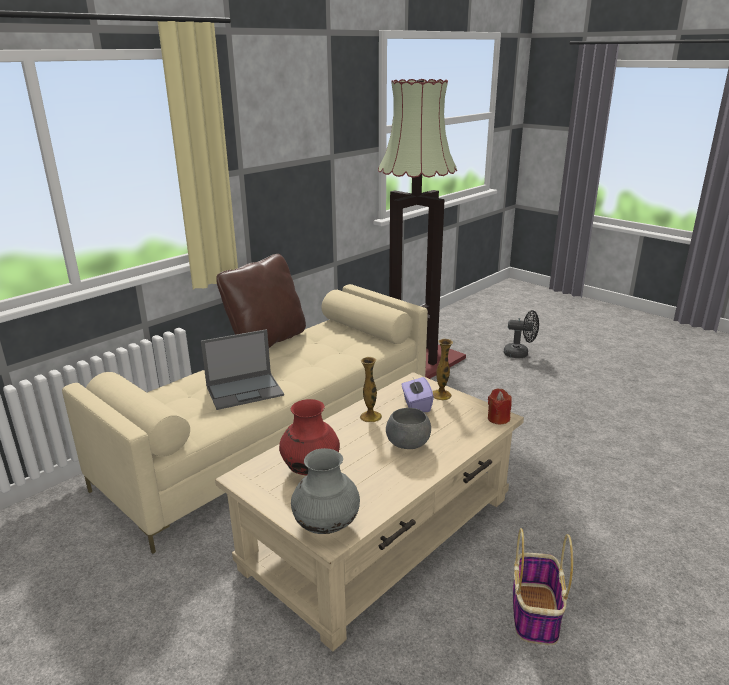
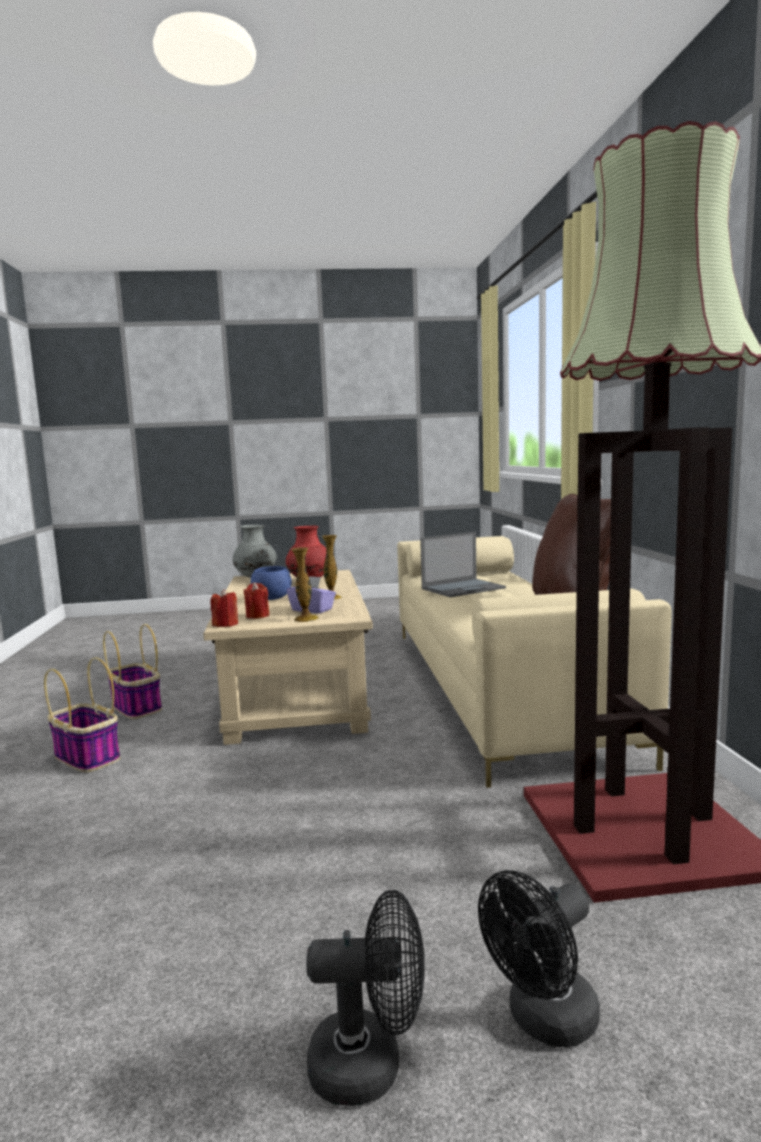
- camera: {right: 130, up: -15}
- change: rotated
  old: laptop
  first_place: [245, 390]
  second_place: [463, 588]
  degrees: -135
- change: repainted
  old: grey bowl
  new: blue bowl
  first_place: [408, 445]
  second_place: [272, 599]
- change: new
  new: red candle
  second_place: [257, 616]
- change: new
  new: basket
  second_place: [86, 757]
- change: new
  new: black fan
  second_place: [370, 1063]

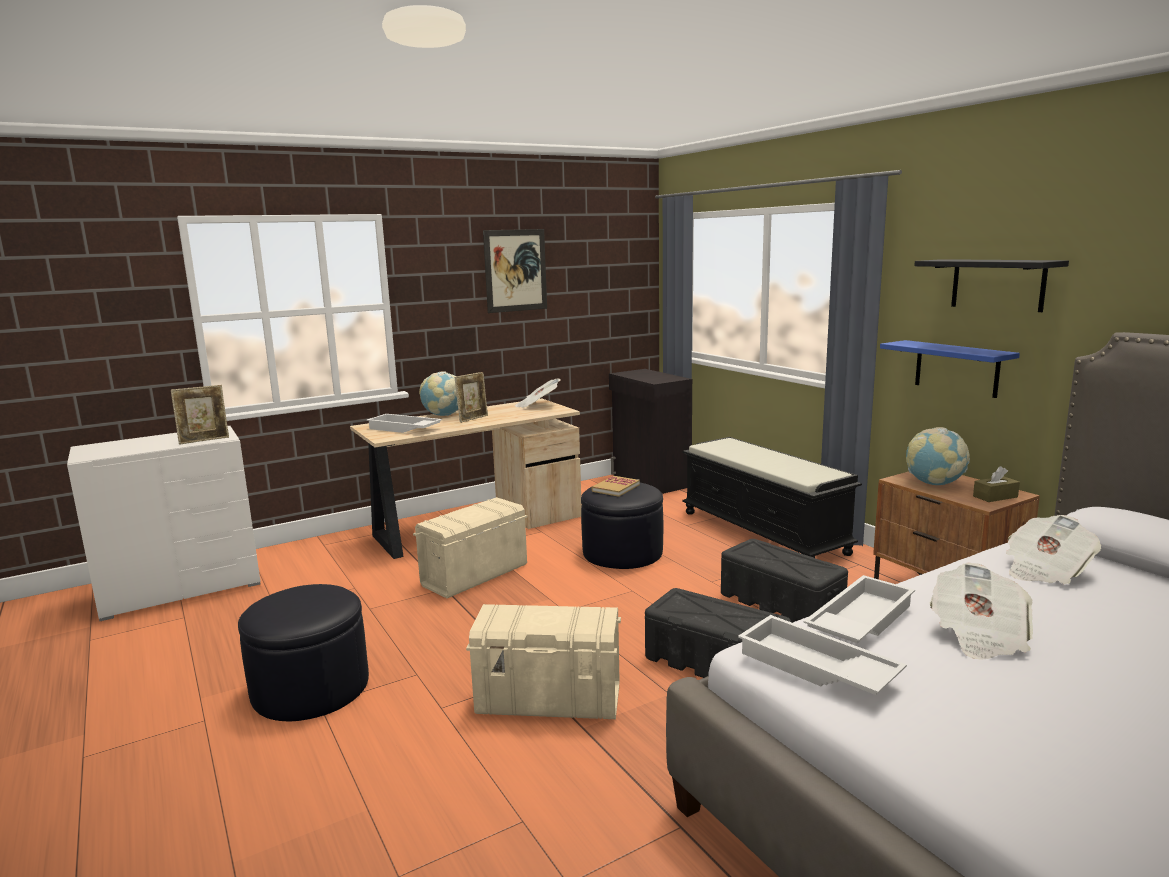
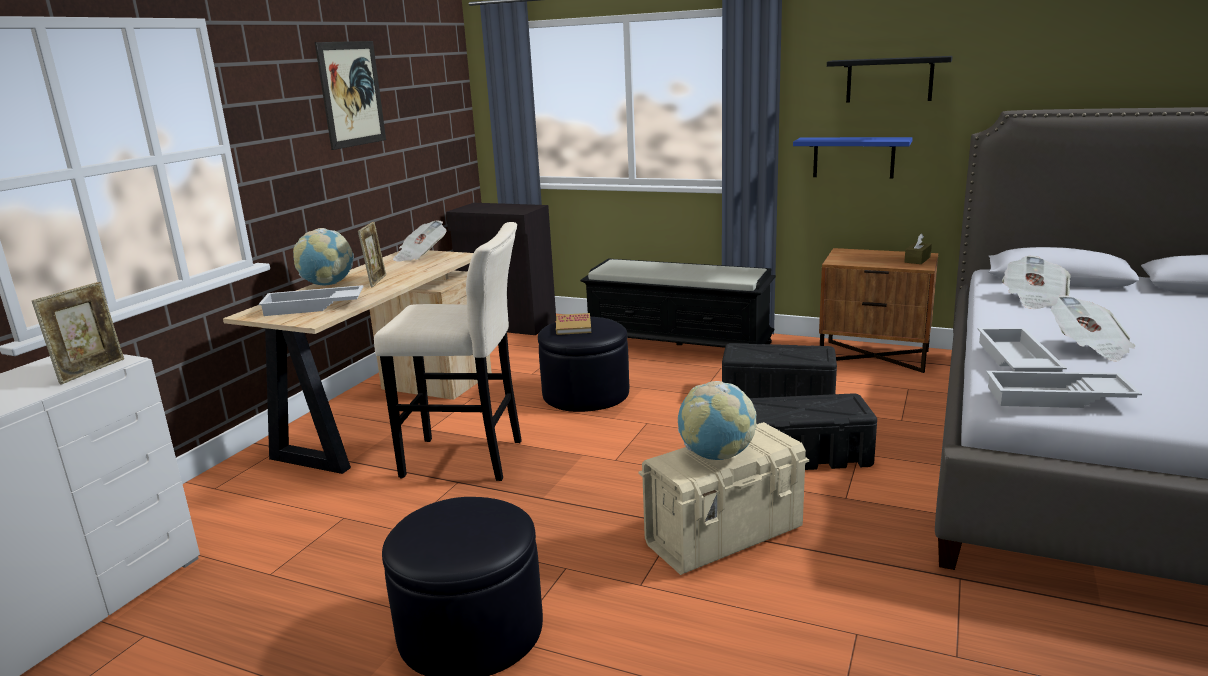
- camera: {right: -35, up: 5}
- change: shifted
  old: globe
  first_place: [934, 484]
  second_place: [716, 455]
- change: swapped
  old: beige storage box
  new: beige stool
  first_place: [474, 575]
  second_place: [469, 459]

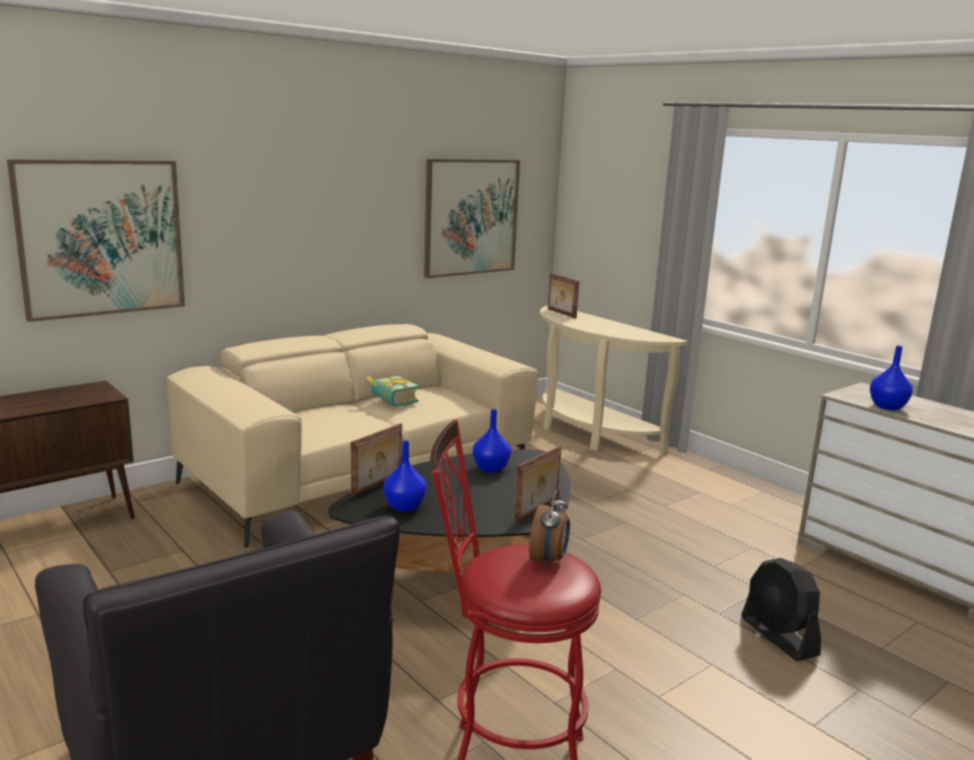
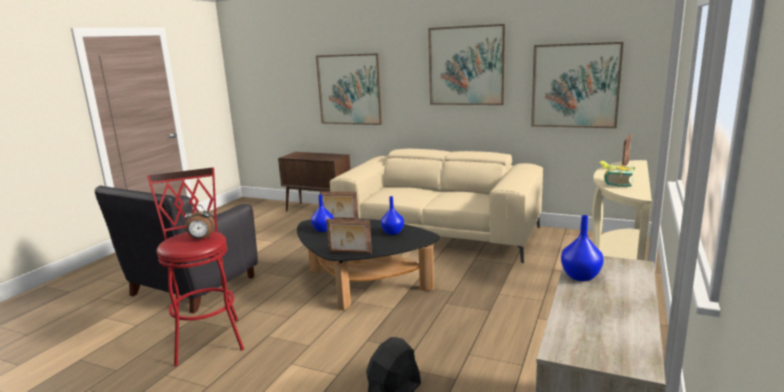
- camera: {right: 65, up: 0}
- change: shifted
  old: book
  first_place: [390, 402]
  second_place: [614, 183]
- change: new
  new: picture
  second_place: [466, 66]

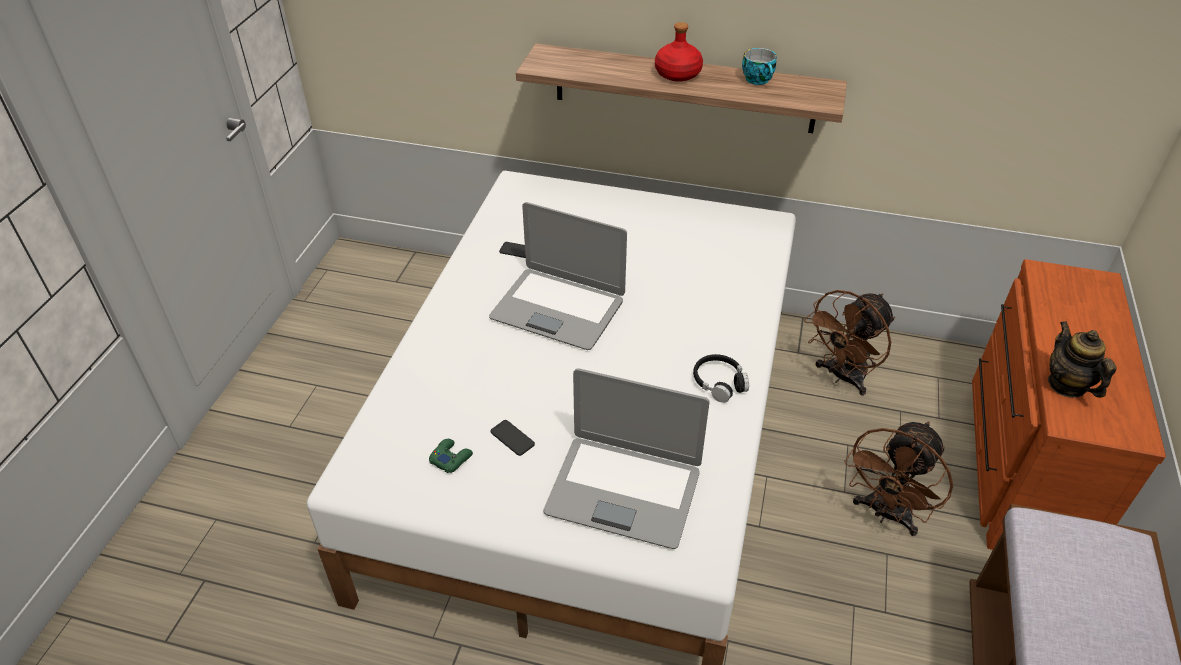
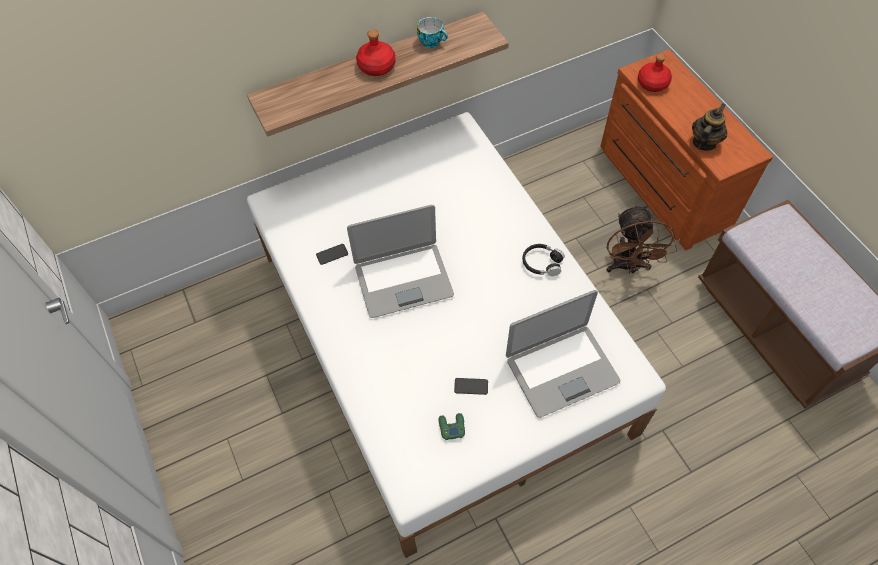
- camera: {right: -40, up: 15}
- change: gone
  old: brown fan
  first_place: [842, 377]
- change: rotated
  old: teapot
  first_place: [1067, 385]
  second_place: [703, 142]
  degrees: 90
- change: new
  new: red bottle
  second_place: [652, 83]

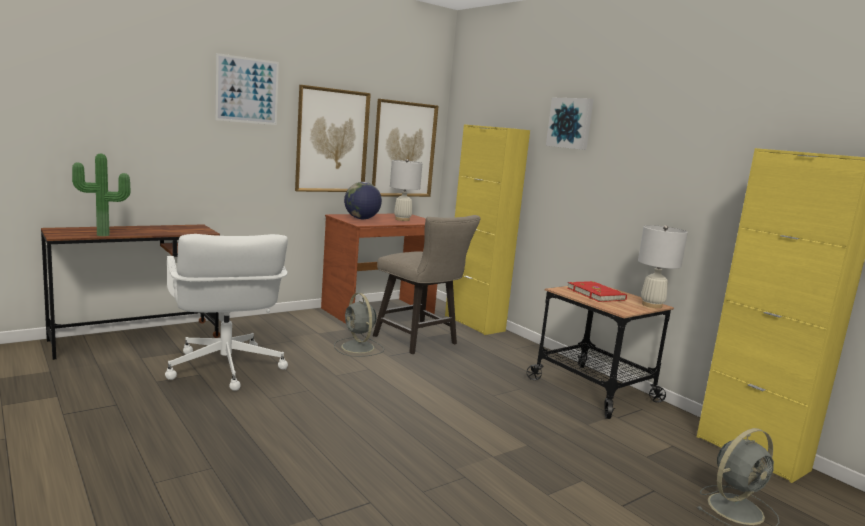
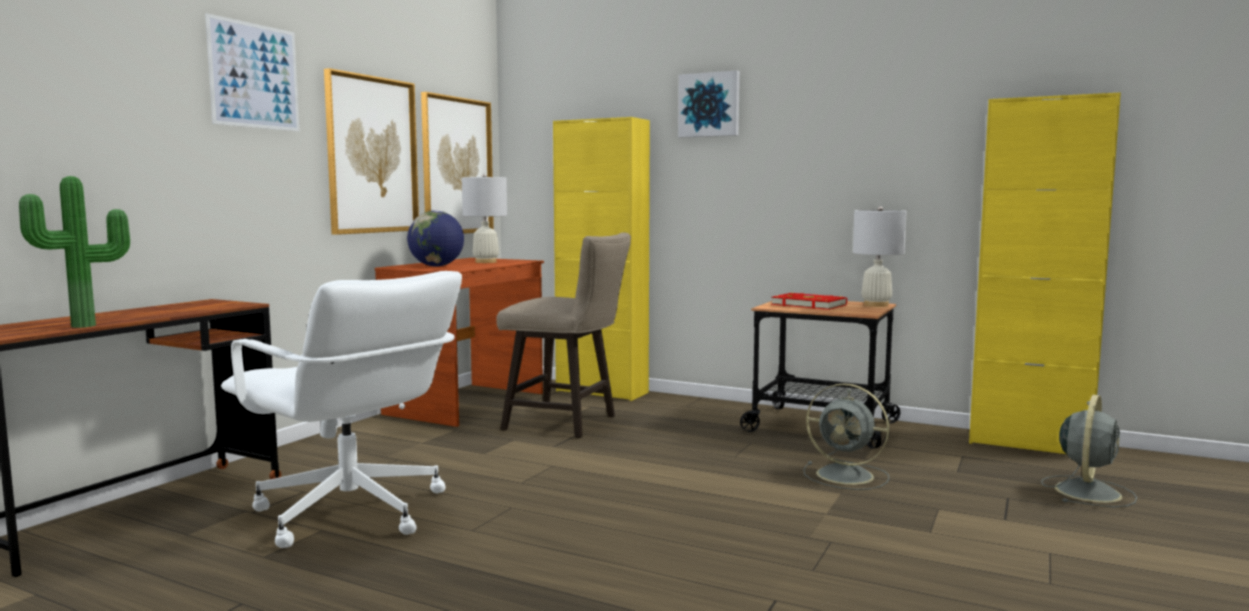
- camera: {right: -25, up: -5}
- change: shifted
  old: grey fan
  first_place: [358, 348]
  second_place: [847, 476]

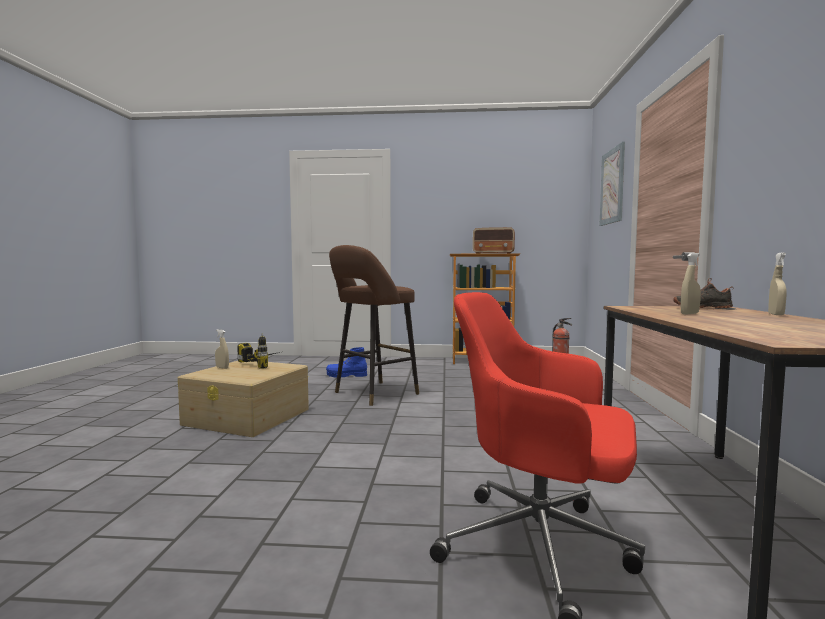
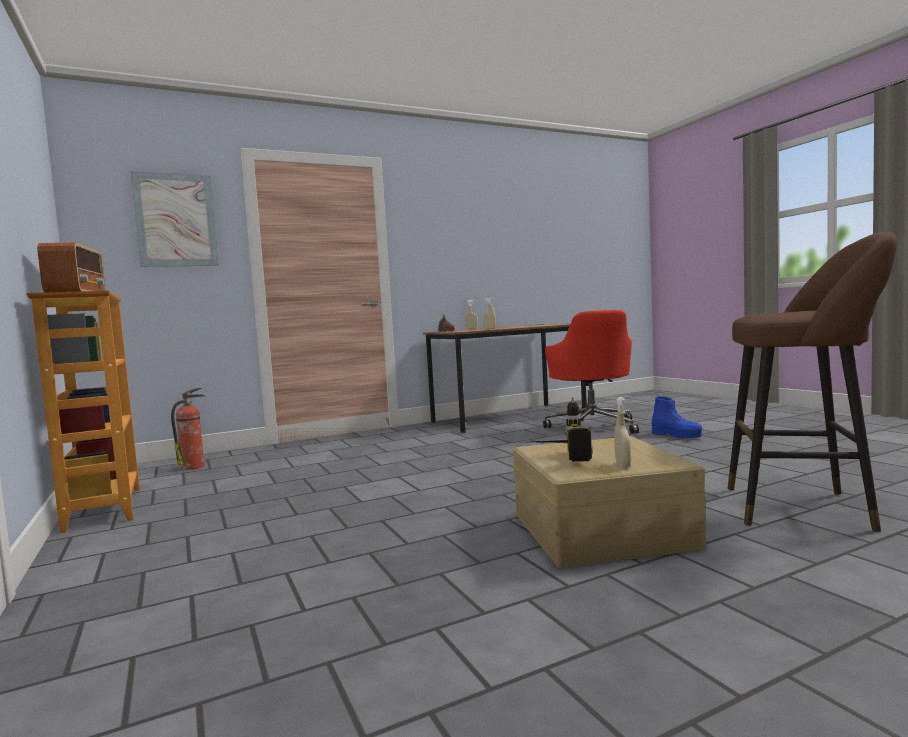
- camera: {right: -120, up: 0}
- change: shifted
  old: brown stool
  first_place: [372, 394]
  second_place: [805, 508]
- change: shifted
  old: blue boot
  first_place: [346, 376]
  second_place: [676, 435]

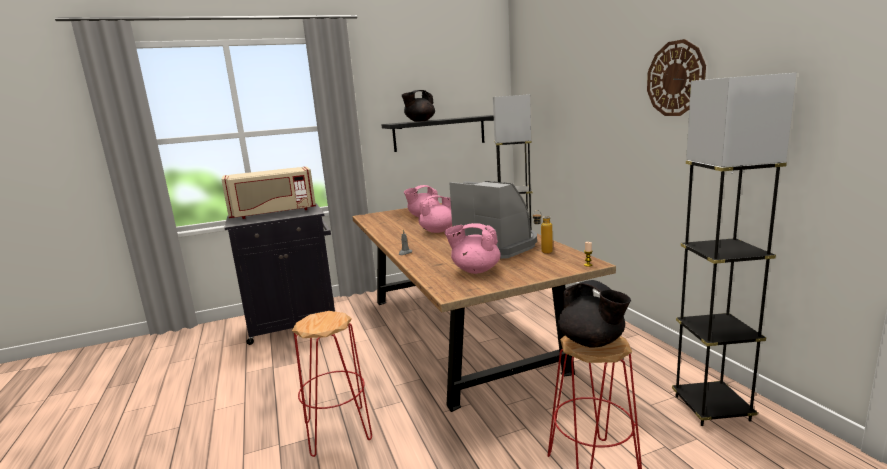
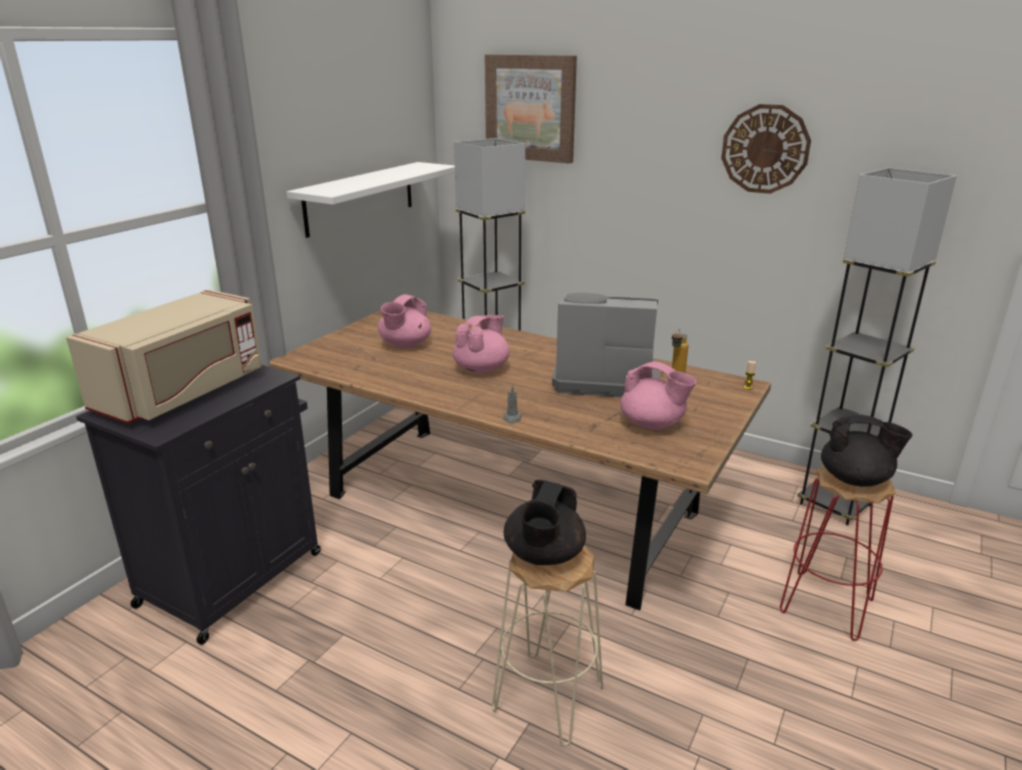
- camera: {right: -40, up: 10}
- change: shifted
  old: black teapot
  first_place: [419, 121]
  second_place: [544, 556]
- change: repainted
  old: black shelf
  new: white shelf
  first_place: [439, 133]
  second_place: [360, 198]
- change: rotated
  old: pink teapot
  first_place: [475, 270]
  second_place: [653, 424]
  degrees: -120
- change: repainted
  old: red stool
  new: beige stool
  first_place: [337, 430]
  second_place: [547, 698]
- change: new
  new: picture
  second_place: [530, 108]

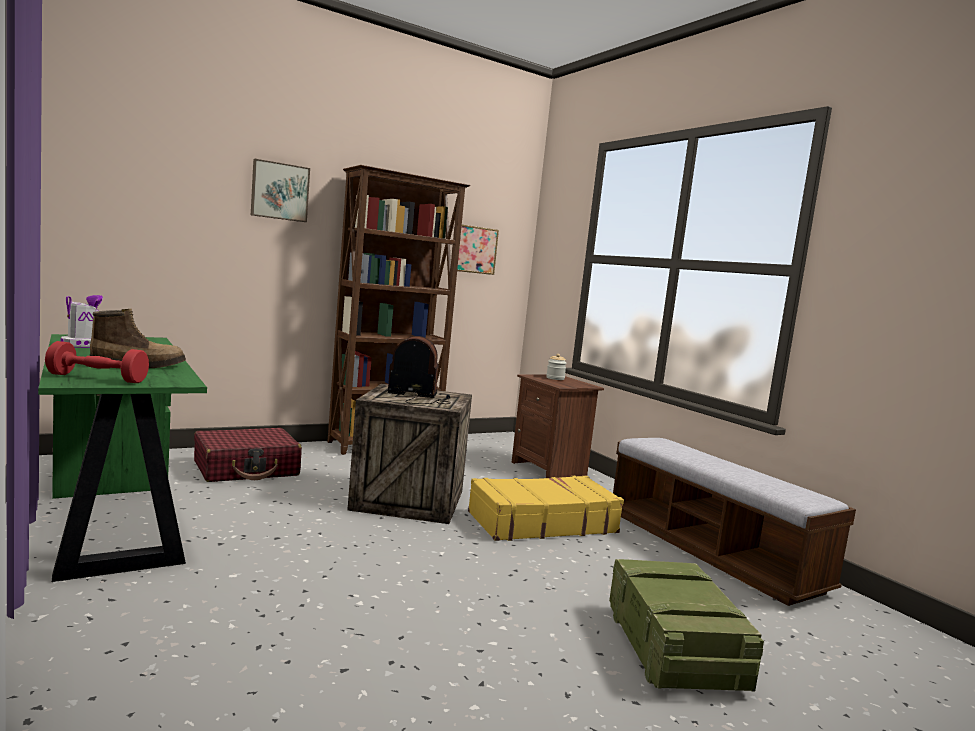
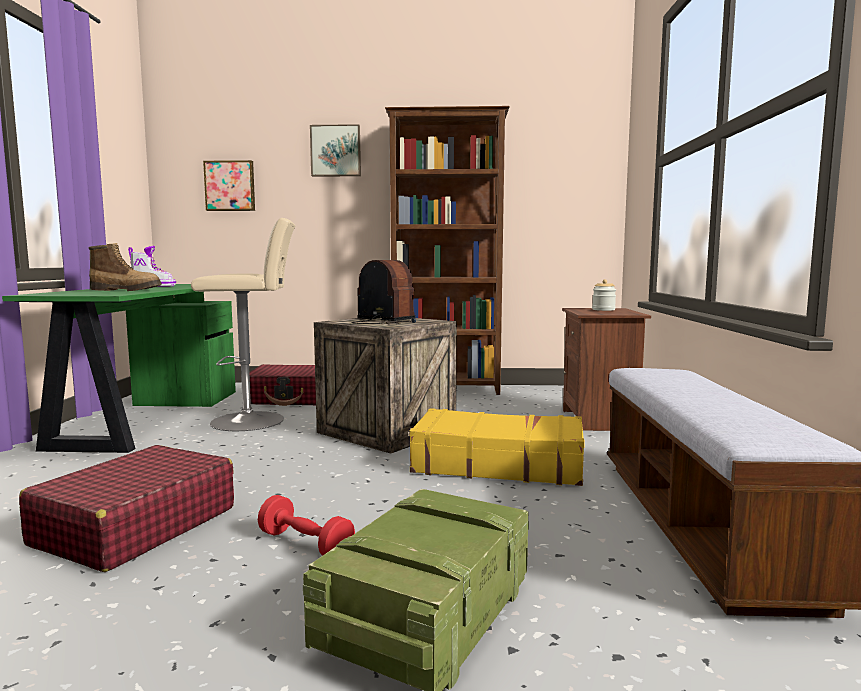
- camera: {right: 35, up: 0}
- change: shifted
  old: picture
  first_place: [474, 250]
  second_place: [230, 186]
- change: shifted
  old: red dumbbell
  first_place: [97, 378]
  second_place: [305, 544]
- change: new
  new: beige stool
  second_place: [253, 420]
- change: new
  new: red suitcase
  second_place: [135, 526]

